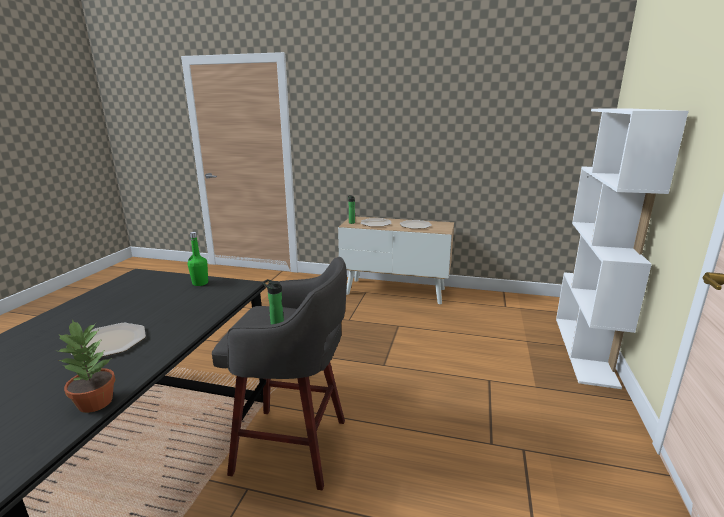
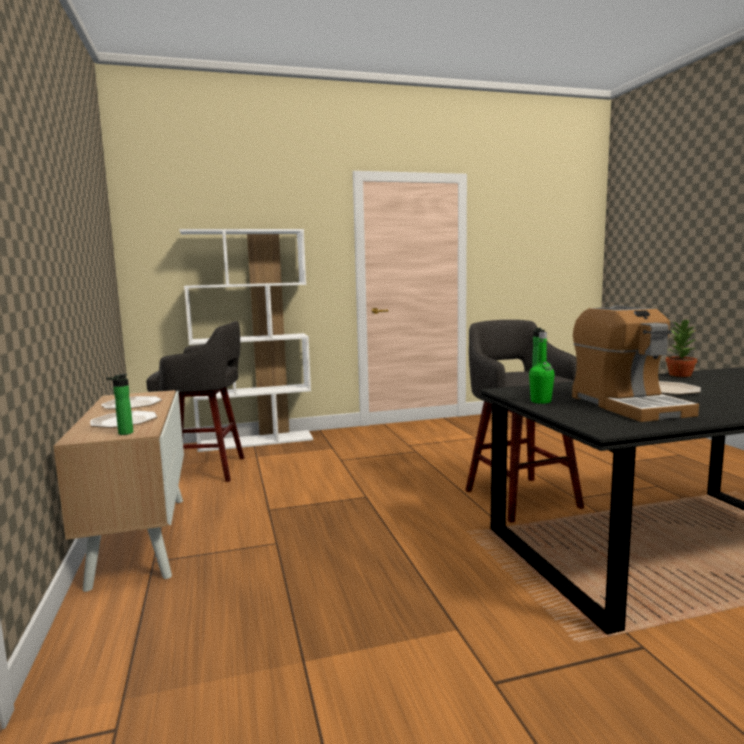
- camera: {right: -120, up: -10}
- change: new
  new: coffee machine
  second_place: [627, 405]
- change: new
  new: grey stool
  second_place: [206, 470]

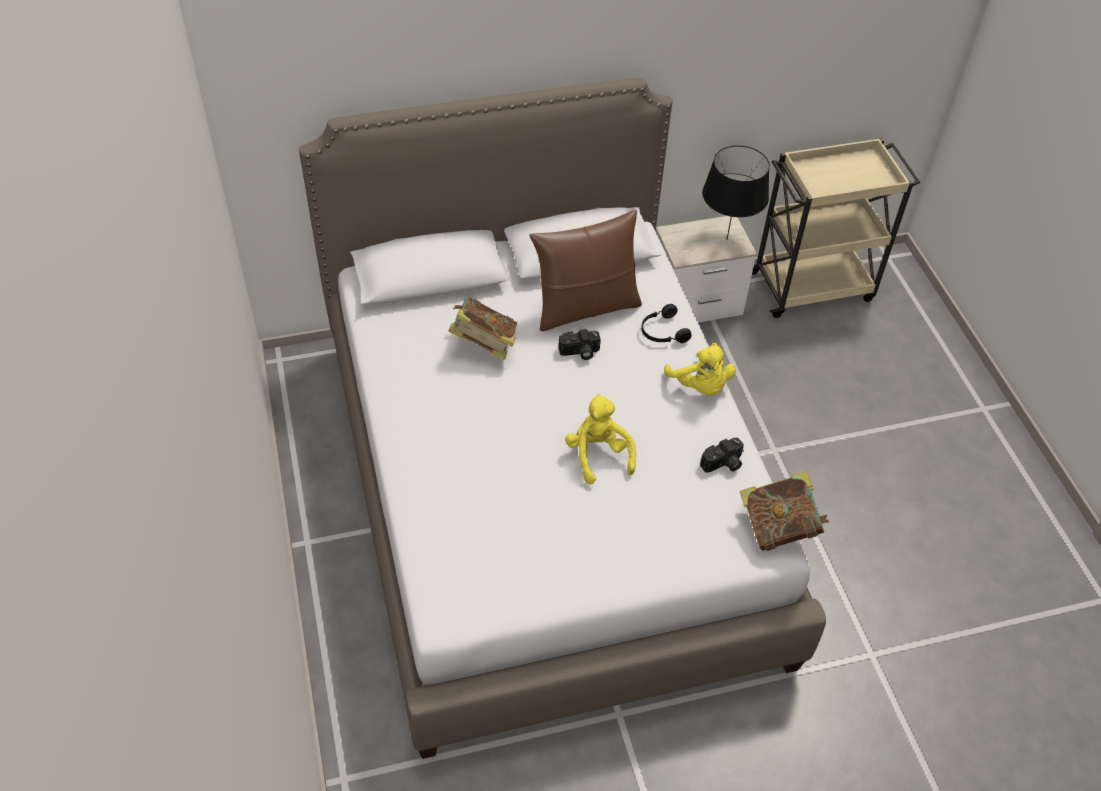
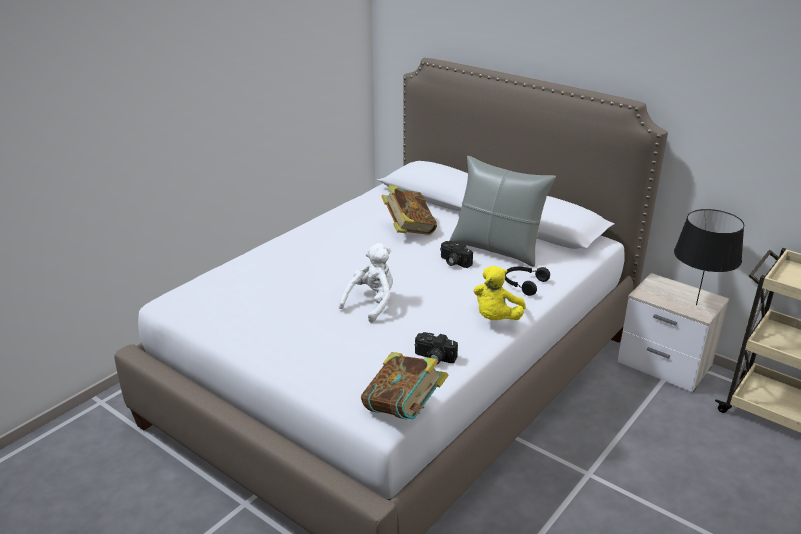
- camera: {right: 55, up: -20}
- change: repainted
  old: brown pillow
  new: grey pillow
  first_place: [585, 307]
  second_place: [497, 249]
- change: repainted
  old: yellow plush toy
  new: white plush toy
  first_place: [598, 455]
  second_place: [372, 303]

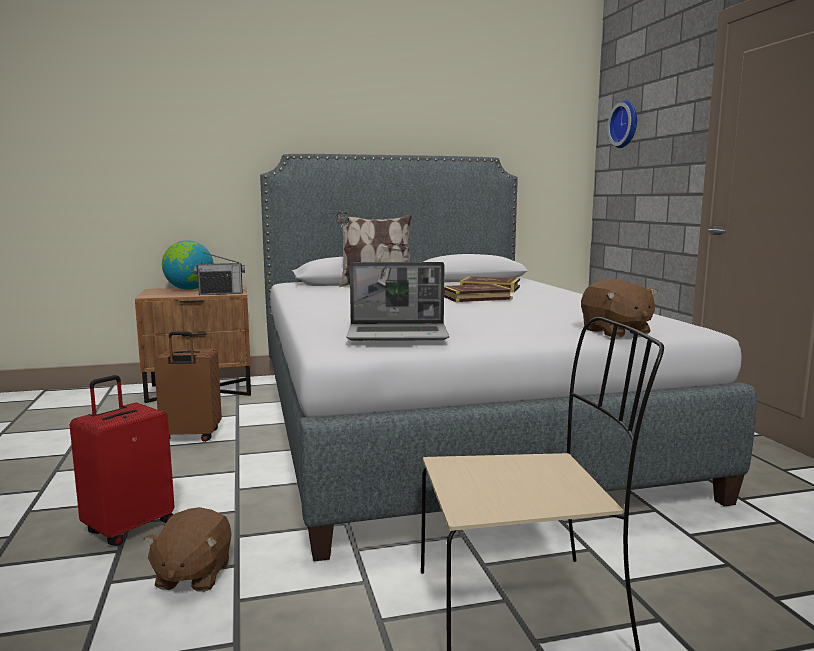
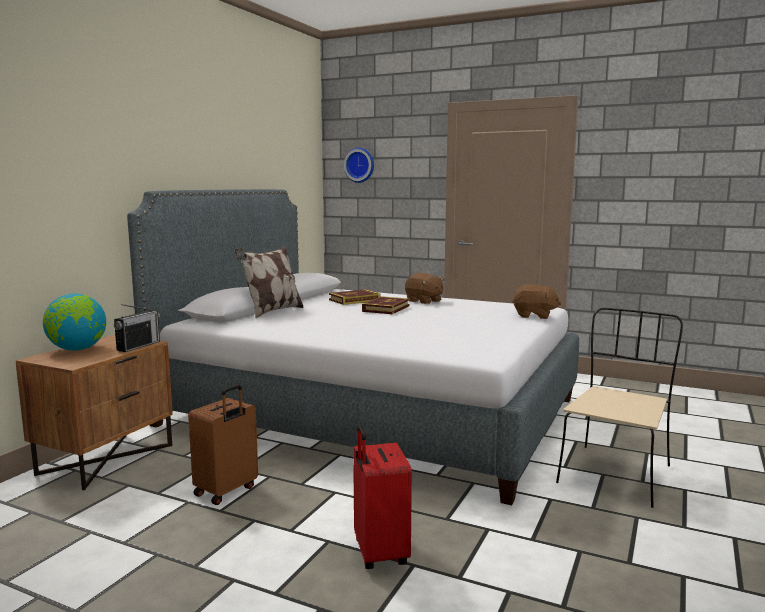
- camera: {right: -50, up: 0}
- change: gone
  old: laptop
  first_place: [399, 334]
- change: shifted
  old: brown plush toy
  first_place: [192, 575]
  second_place: [424, 301]

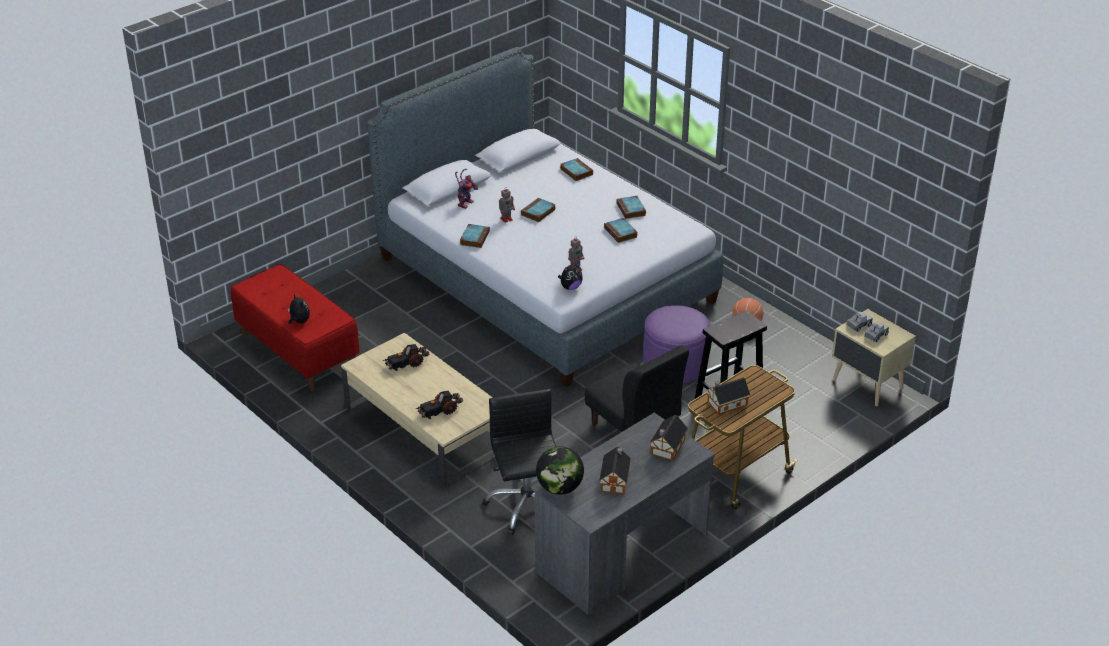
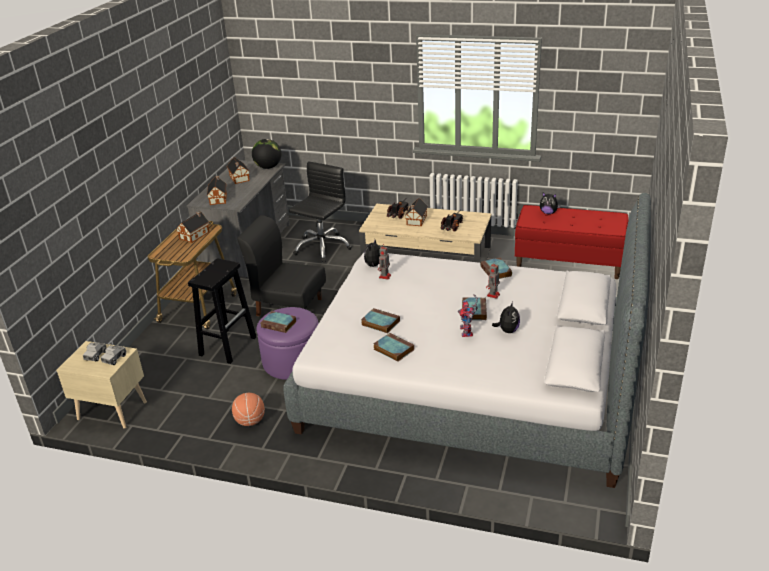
- camera: {right: 150, up: -5}
- change: shifted
  old: book
  first_place: [576, 171]
  second_place: [279, 324]
- change: shifted
  old: toy robot
  first_place: [465, 202]
  second_place: [468, 332]
- change: rotated
  old: black office chair
  first_place: [527, 505]
  second_place: [322, 247]
  degrees: -105
- change: new
  new: toy house
  second_place: [416, 220]
- change: new
  new: plush toy
  second_place: [507, 330]

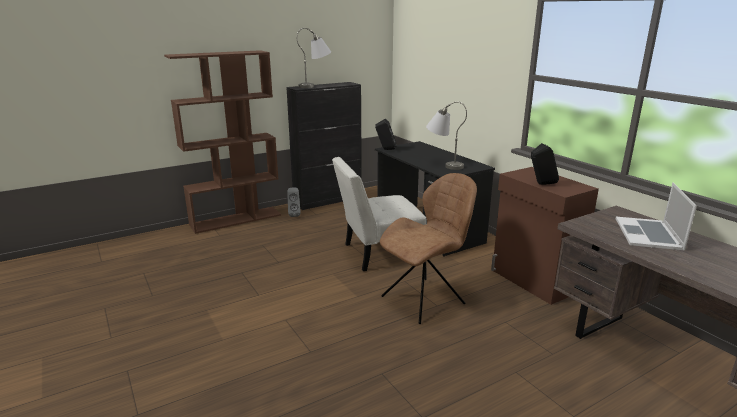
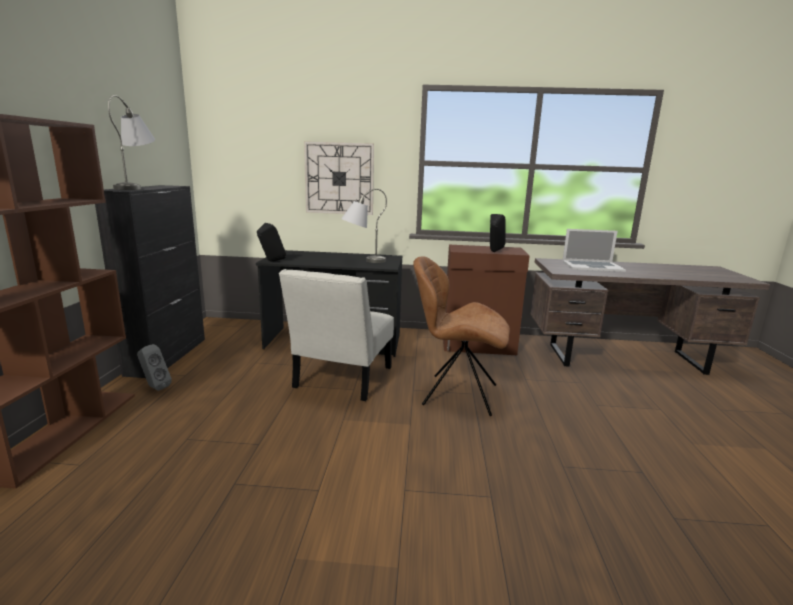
- camera: {right: -55, up: -5}
- change: rotated
  old: brown chair
  first_place: [425, 299]
  second_place: [457, 394]
  degrees: -75
- change: rotated
  old: laptop
  first_place: [648, 233]
  second_place: [592, 266]
  degrees: -45
- change: new
  new: wall clock
  second_place: [339, 178]

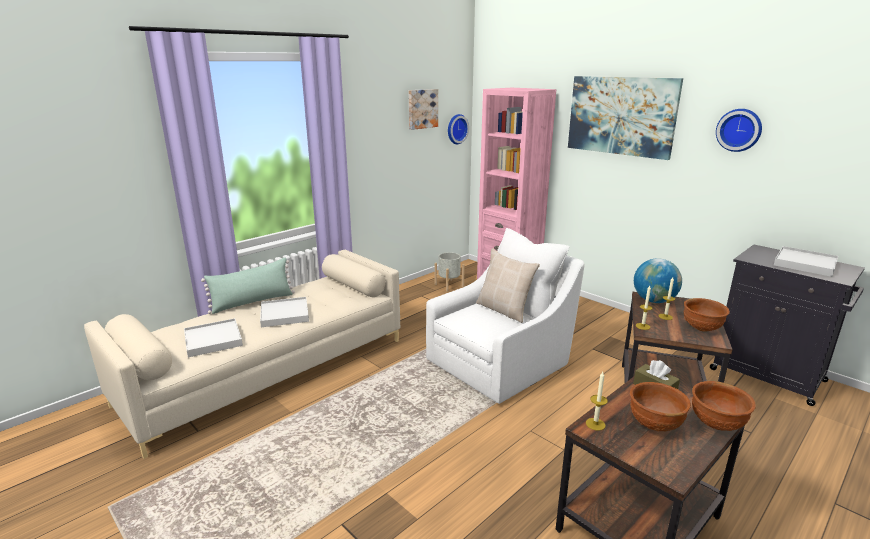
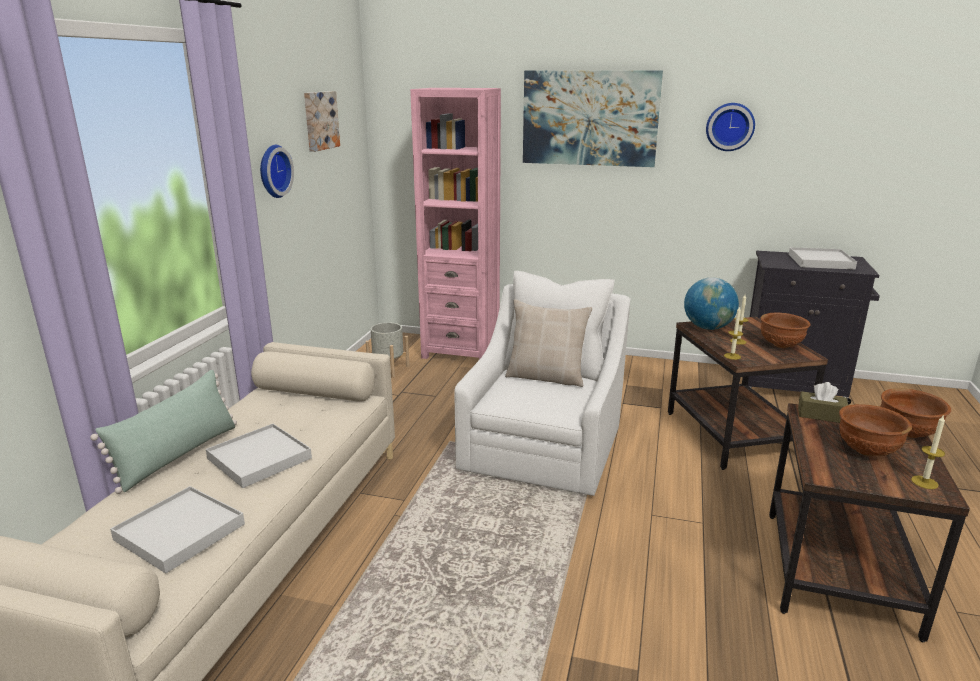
- camera: {right: -30, up: 0}
- change: shifted
  old: wall clock
  first_place: [456, 129]
  second_place: [272, 171]
- change: shifted
  old: candle
  first_place: [595, 424]
  second_place: [924, 482]

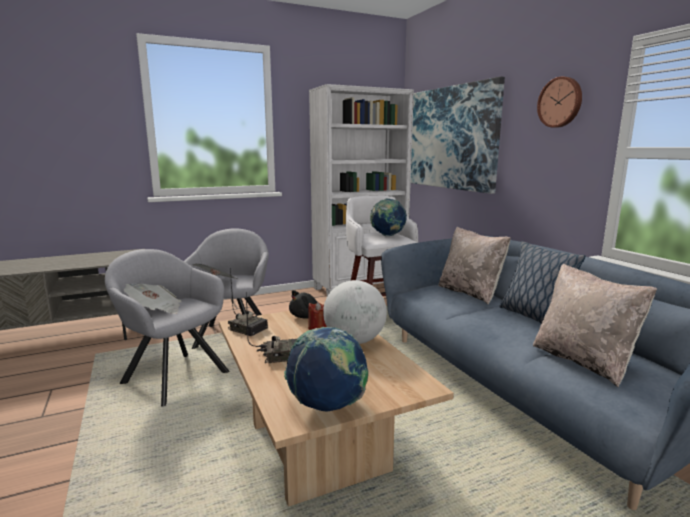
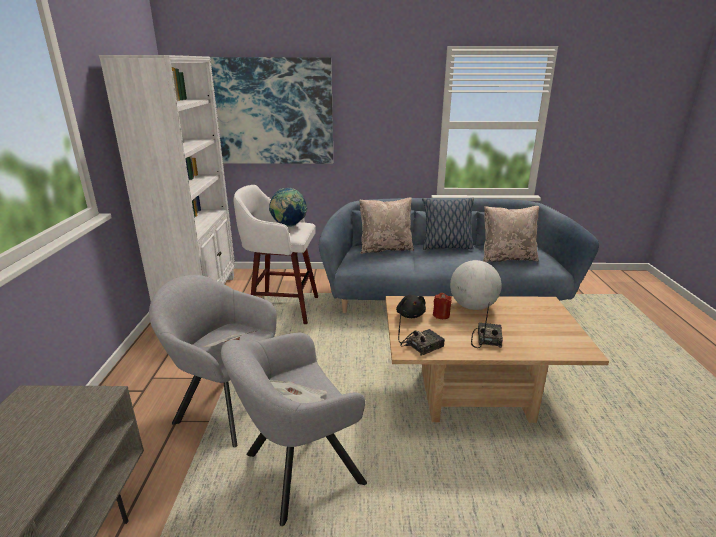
- camera: {right: -65, up: 10}
- change: gone
  old: wall clock
  first_place: [560, 102]
- change: gone
  old: globe
  first_place: [328, 406]

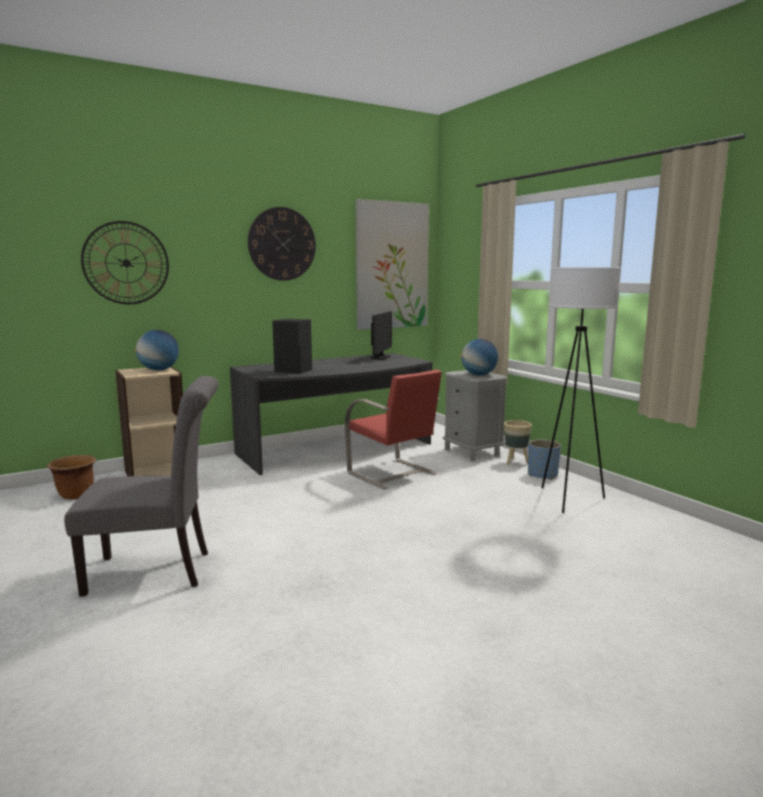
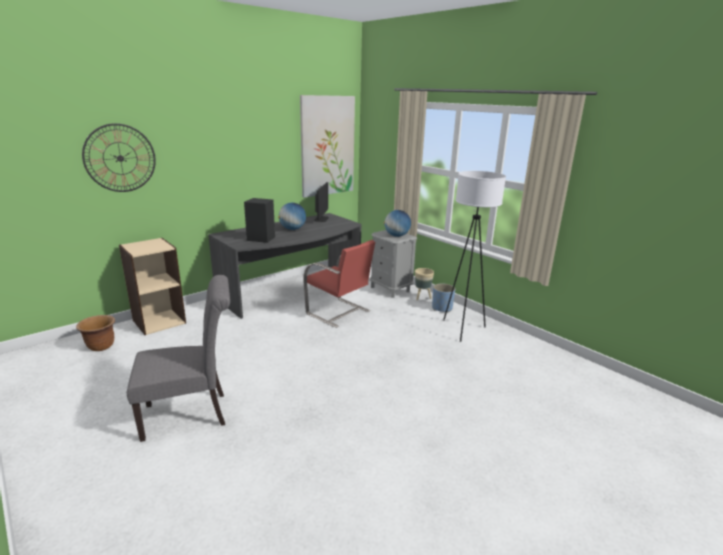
- camera: {right: -10, up: 10}
- change: gone
  old: wall clock
  first_place: [282, 244]
- change: shifted
  old: globe
  first_place: [159, 370]
  second_place: [292, 229]

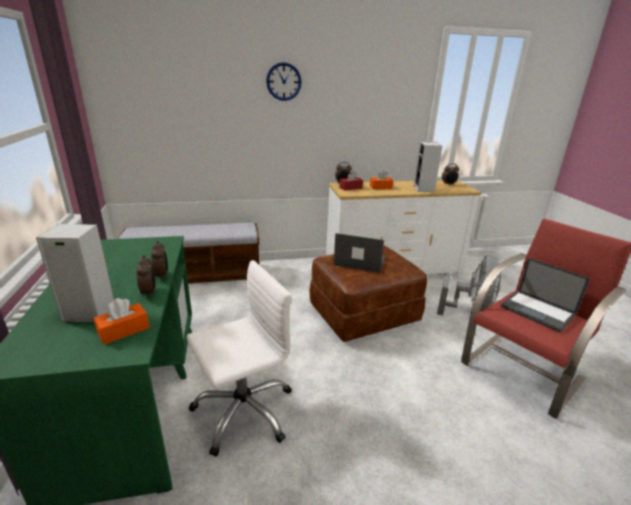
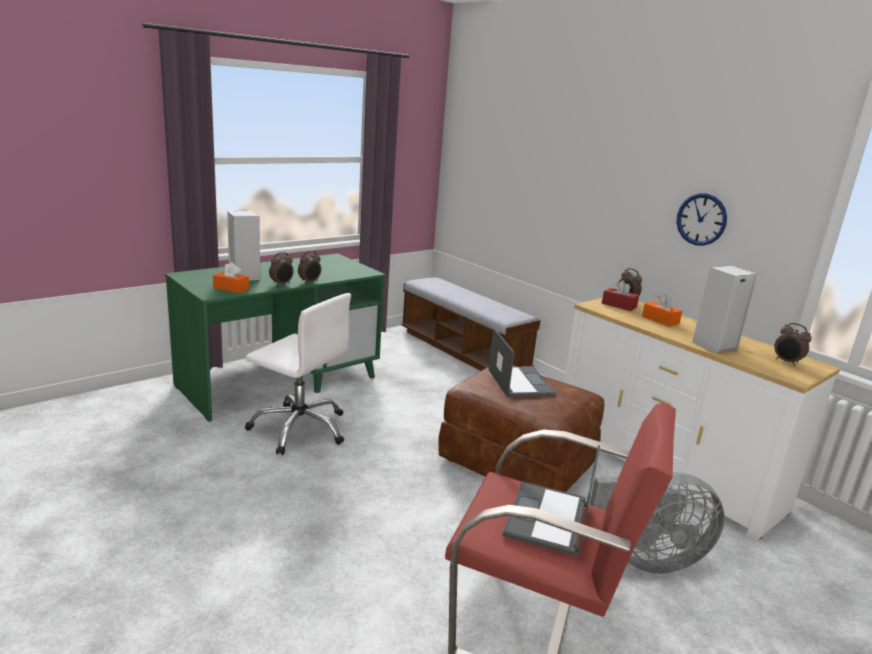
- camera: {right: 60, up: -5}
- change: shifted
  old: wall clock
  first_place: [283, 81]
  second_place: [701, 219]

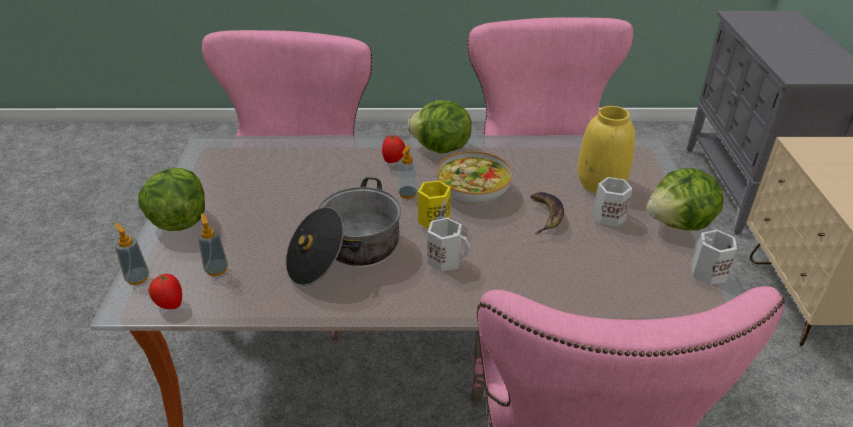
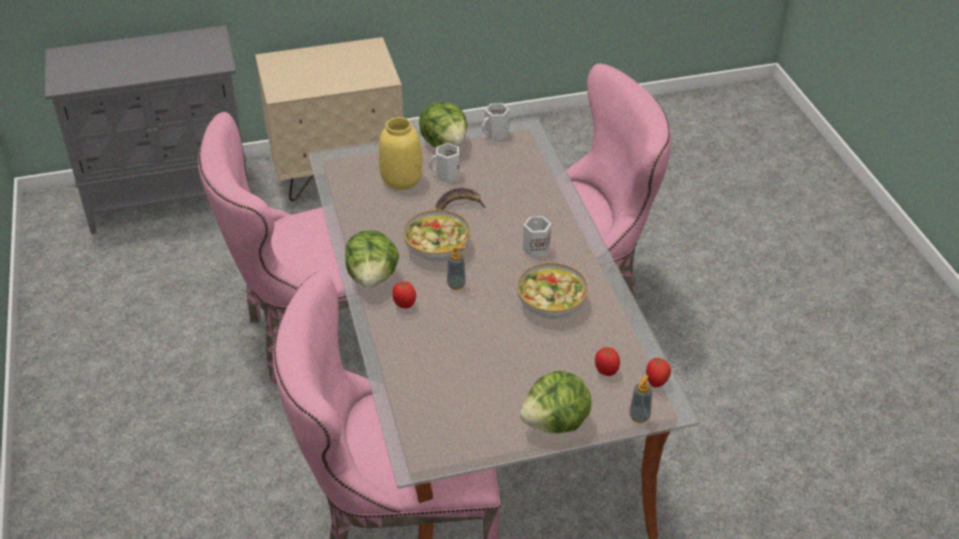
- camera: {right: -105, up: 5}
- change: swapped
  old: cooking pot
  new: bowl
  first_place: [345, 253]
  second_place: [552, 302]
- change: gone
  old: yellow mug
  first_place: [432, 219]
- change: swapped
  old: soap dispenser
  new: tomato
  first_place: [216, 269]
  second_place: [606, 371]

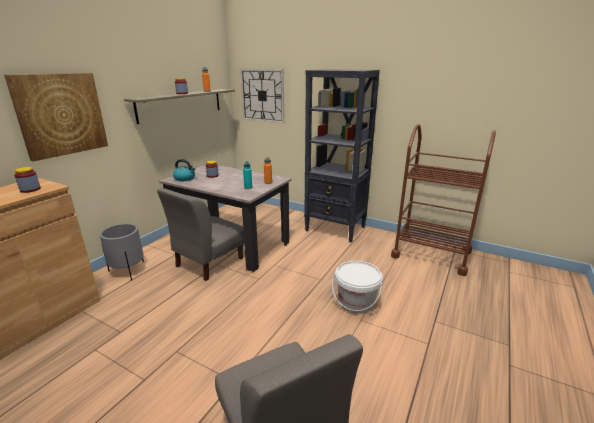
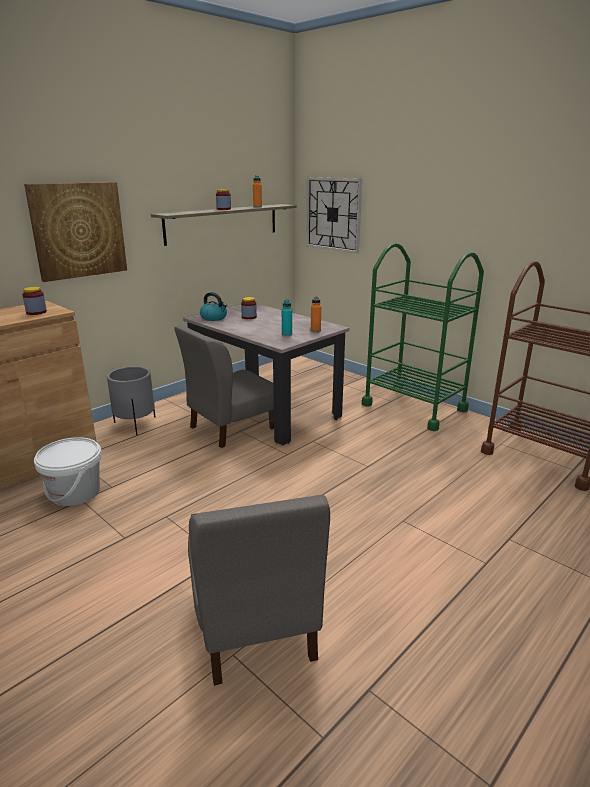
- camera: {right: 15, up: 0}
- change: swapped
  old: black bookcase
  new: green cart
  first_place: [335, 229]
  second_place: [414, 407]
- change: shifted
  old: white bucket
  first_place: [356, 302]
  second_place: [75, 493]

